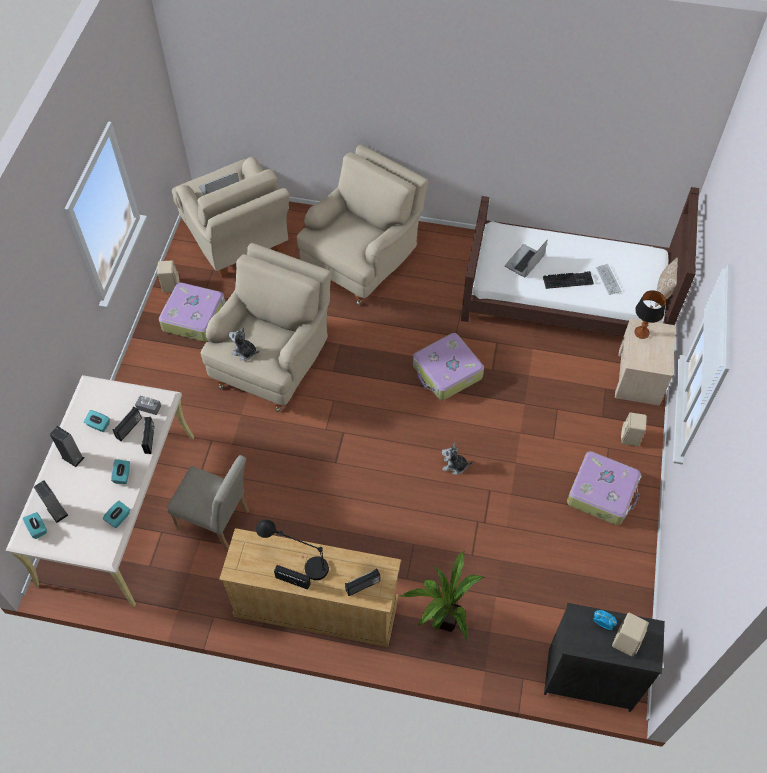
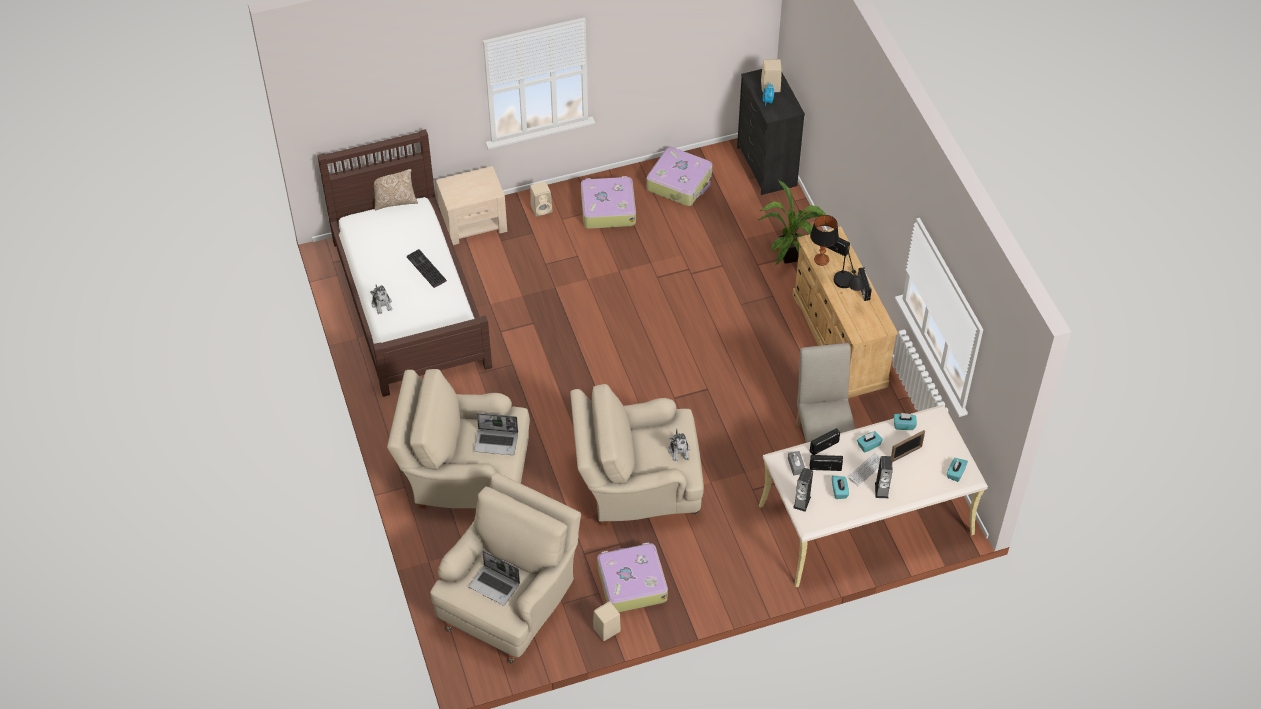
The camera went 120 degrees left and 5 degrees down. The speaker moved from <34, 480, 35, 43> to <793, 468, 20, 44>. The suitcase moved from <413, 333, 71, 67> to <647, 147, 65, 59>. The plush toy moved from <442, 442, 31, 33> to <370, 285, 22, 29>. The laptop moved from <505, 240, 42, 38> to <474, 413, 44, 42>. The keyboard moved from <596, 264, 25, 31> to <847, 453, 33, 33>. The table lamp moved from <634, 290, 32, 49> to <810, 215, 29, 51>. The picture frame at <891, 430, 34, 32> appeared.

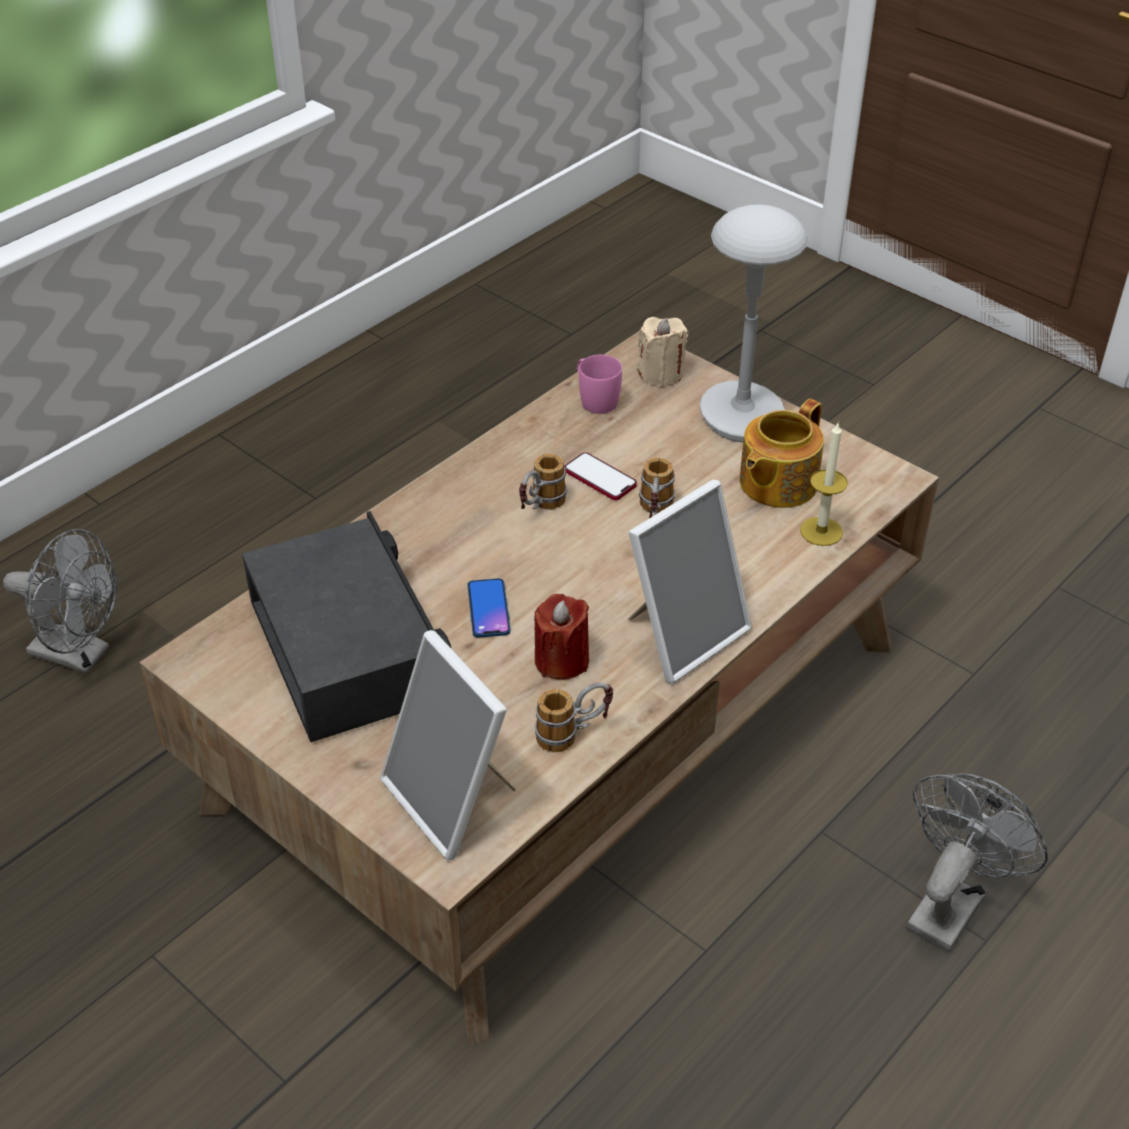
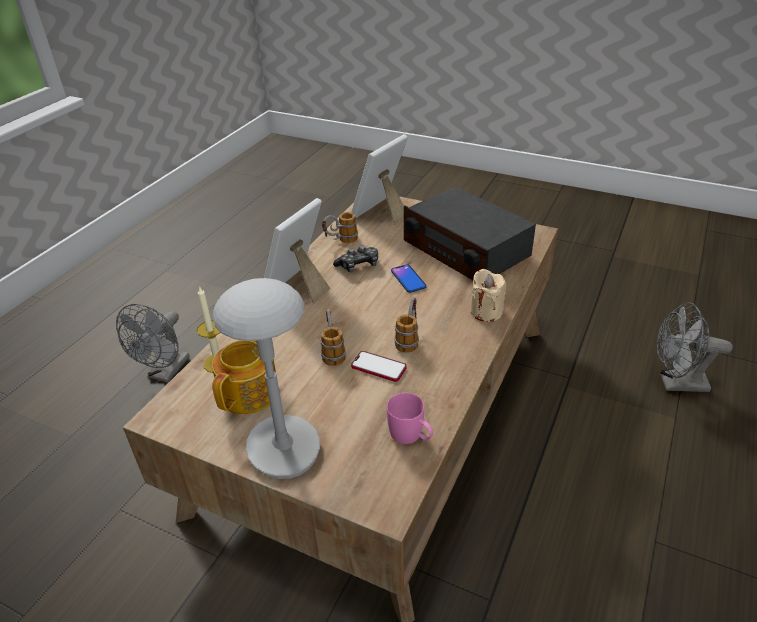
The camera went 165 degrees right and 5 degrees down. The picture frame at <380, 630, 135, 230> turned 90 degrees counterclockwise. The red candle at <534, 594, 55, 86> was replaced by the game controller at <333, 245, 45, 27>. The beige candle moved from <637, 317, 51, 70> to <471, 269, 35, 53>.

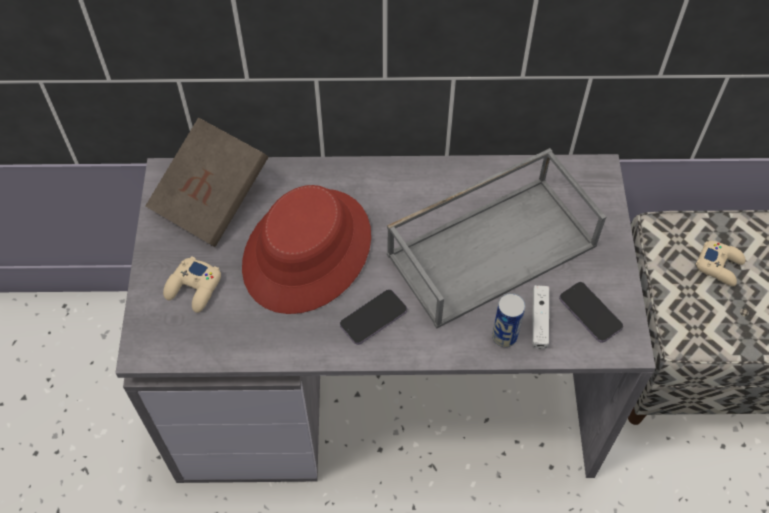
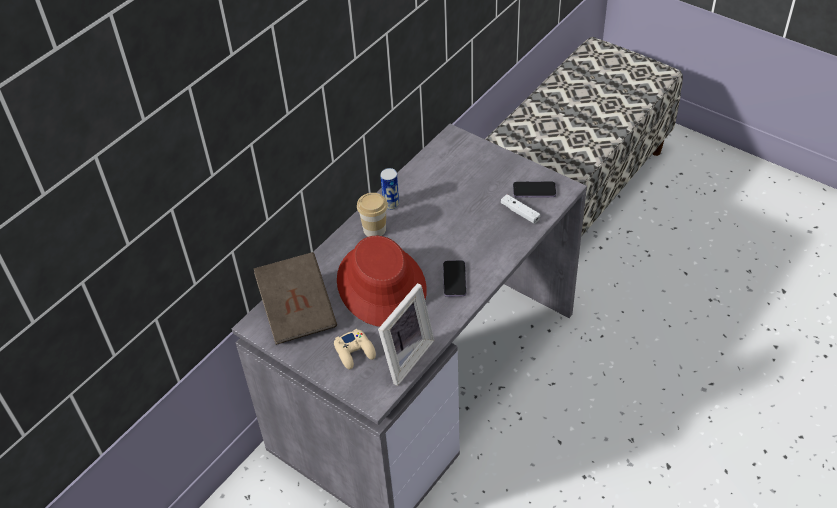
The camera went 50 degrees left and 10 degrees down. The grey tray at <387, 148, 219, 181> disappeared. The can moved from <492, 293, 33, 54> to <380, 168, 19, 42>. The beige game controller at <696, 241, 49, 45> disappeared. The cup at <357, 193, 31, 44> appeared. The picture frame at <378, 283, 56, 103> appeared.

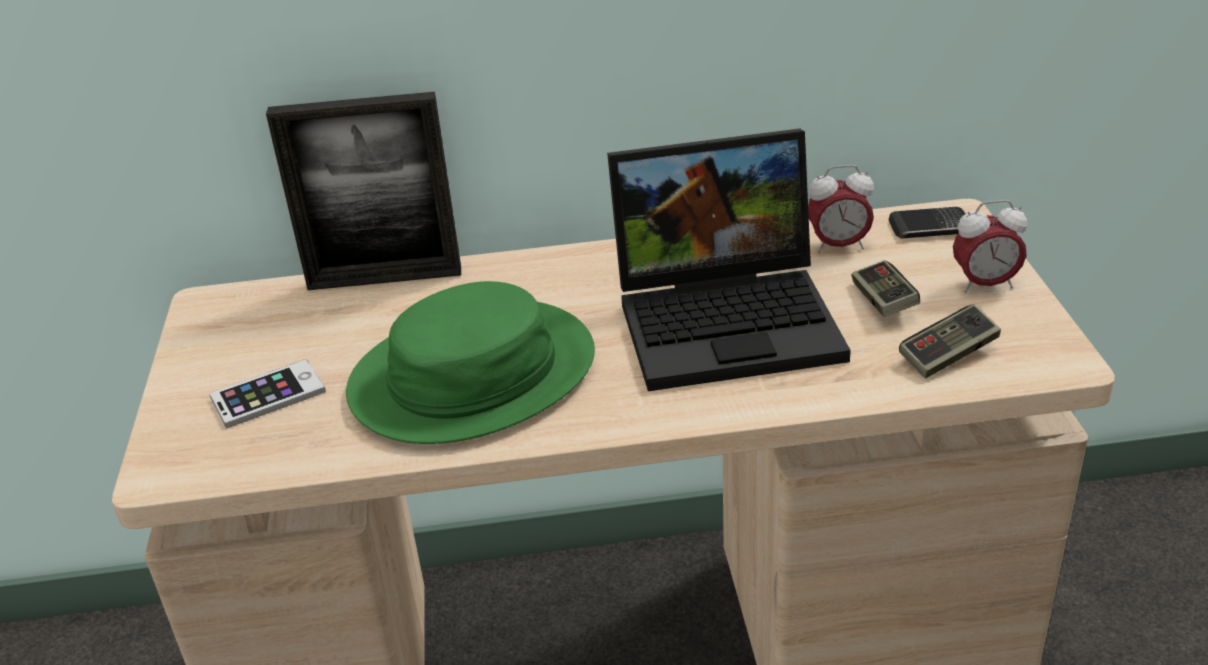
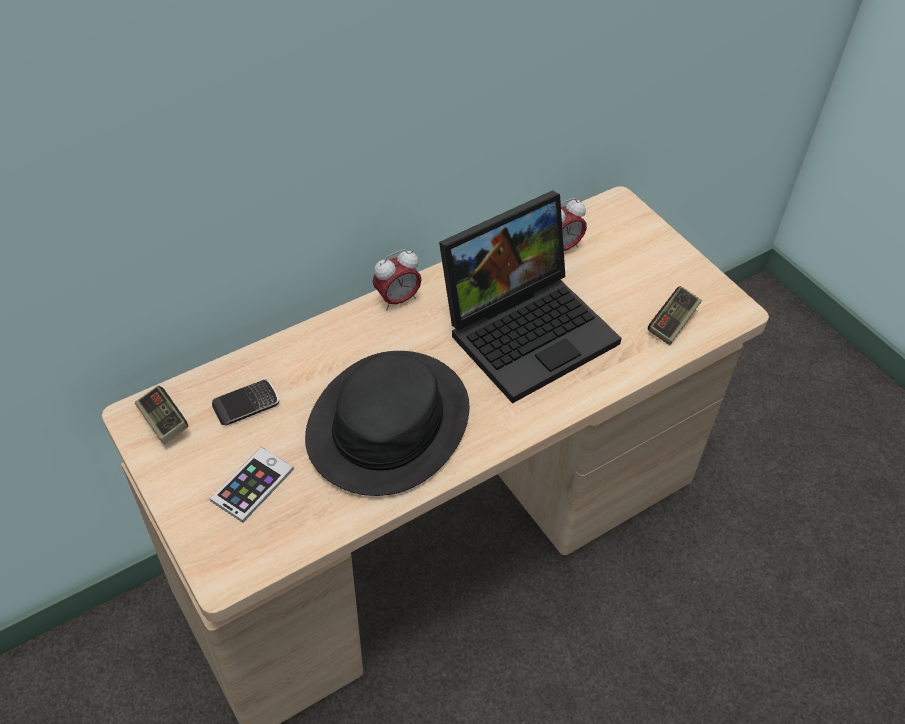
The camera went 30 degrees left and 15 degrees up. The picture frame at <266, 92, 195, 198> disappeared. The green hat at <346, 281, 249, 163> became the black hat at <305, 351, 164, 145>. The game controller moved from <851, 260, 69, 57> to <135, 386, 54, 58>. The phone moved from <889, 207, 77, 32> to <212, 379, 67, 47>. The alarm clock moved from <953, 200, 74, 93> to <373, 249, 49, 61>.

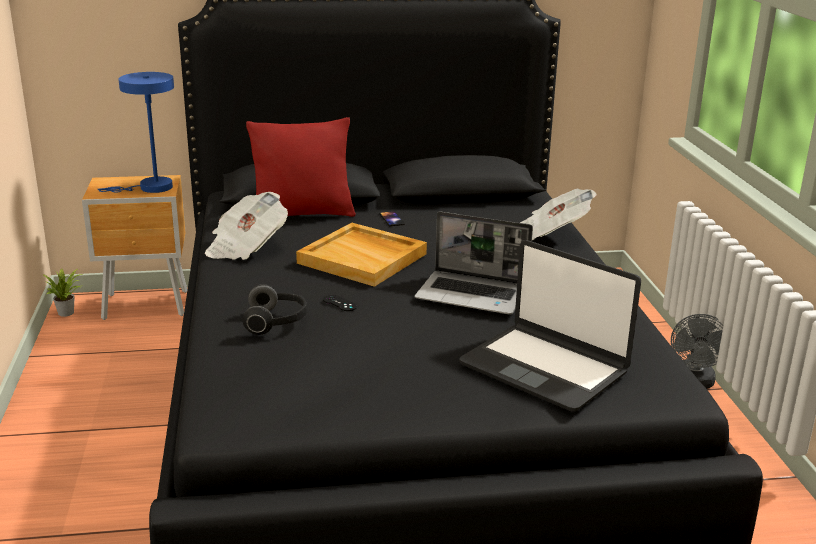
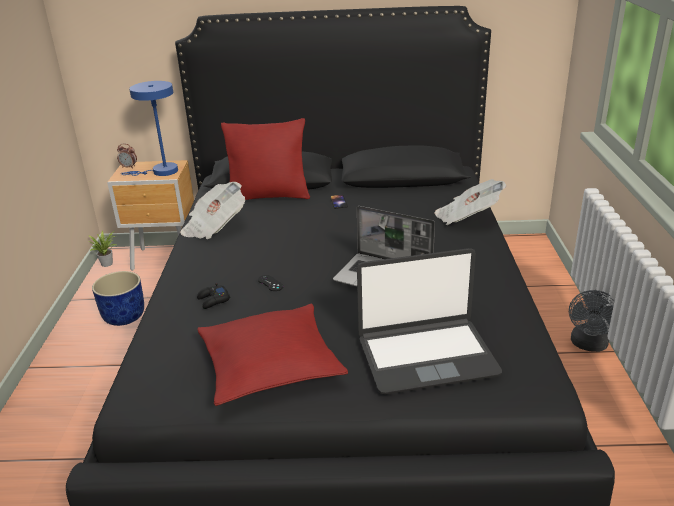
The camera went 10 degrees right and 5 degrees up. The headphones at <242, 284, 65, 51> was replaced by the black game controller at <197, 283, 33, 26>. The beige tray at <296, 223, 131, 64> disappeared. The laptop at <459, 240, 182, 171> turned 60 degrees counterclockwise. The blue planter at <92, 271, 52, 55> appeared. The alarm clock at <117, 144, 20, 25> appeared. The red pillow at <198, 303, 150, 103> appeared.

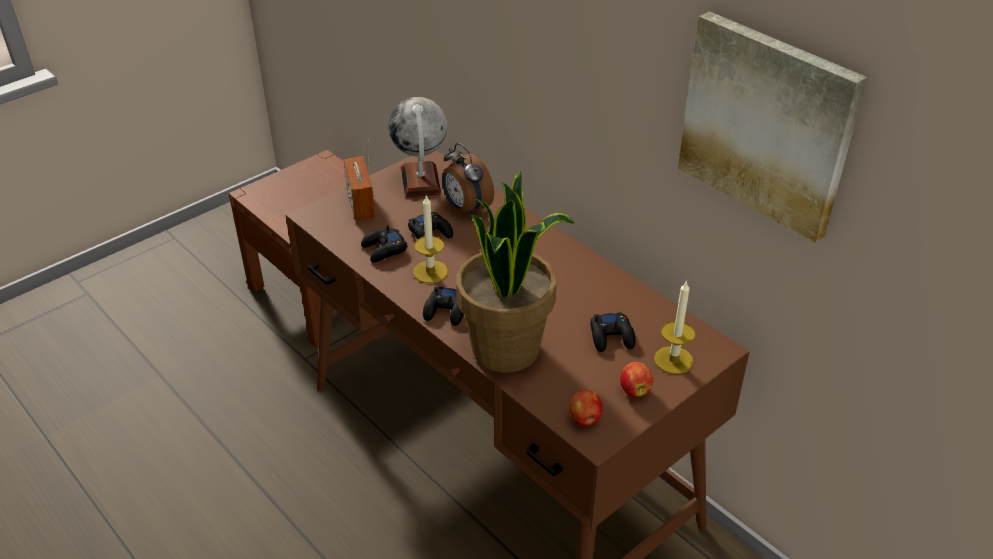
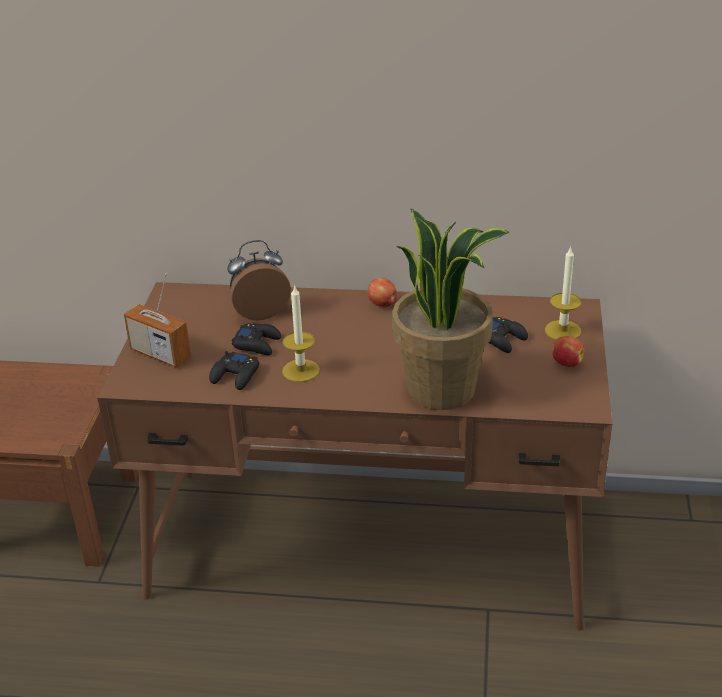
The camera went 40 degrees left and 5 degrees down. The globe at <389, 97, 58, 101> disappeared. The black game controller at <423, 286, 41, 40> disappeared. The alarm clock at <442, 143, 52, 72> turned 150 degrees clockwise. The apple moved from <569, 389, 34, 37> to <368, 278, 29, 29>. The picture at <678, 11, 189, 232> disappeared.

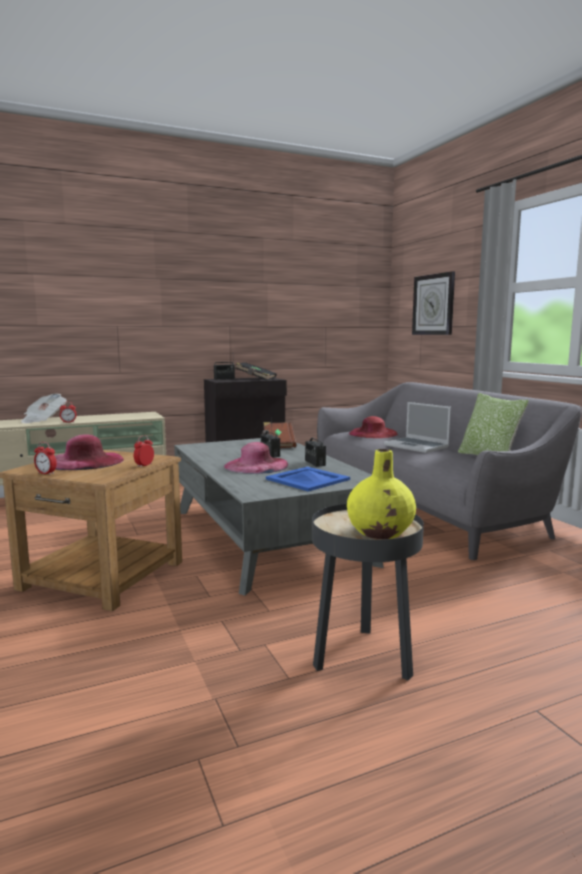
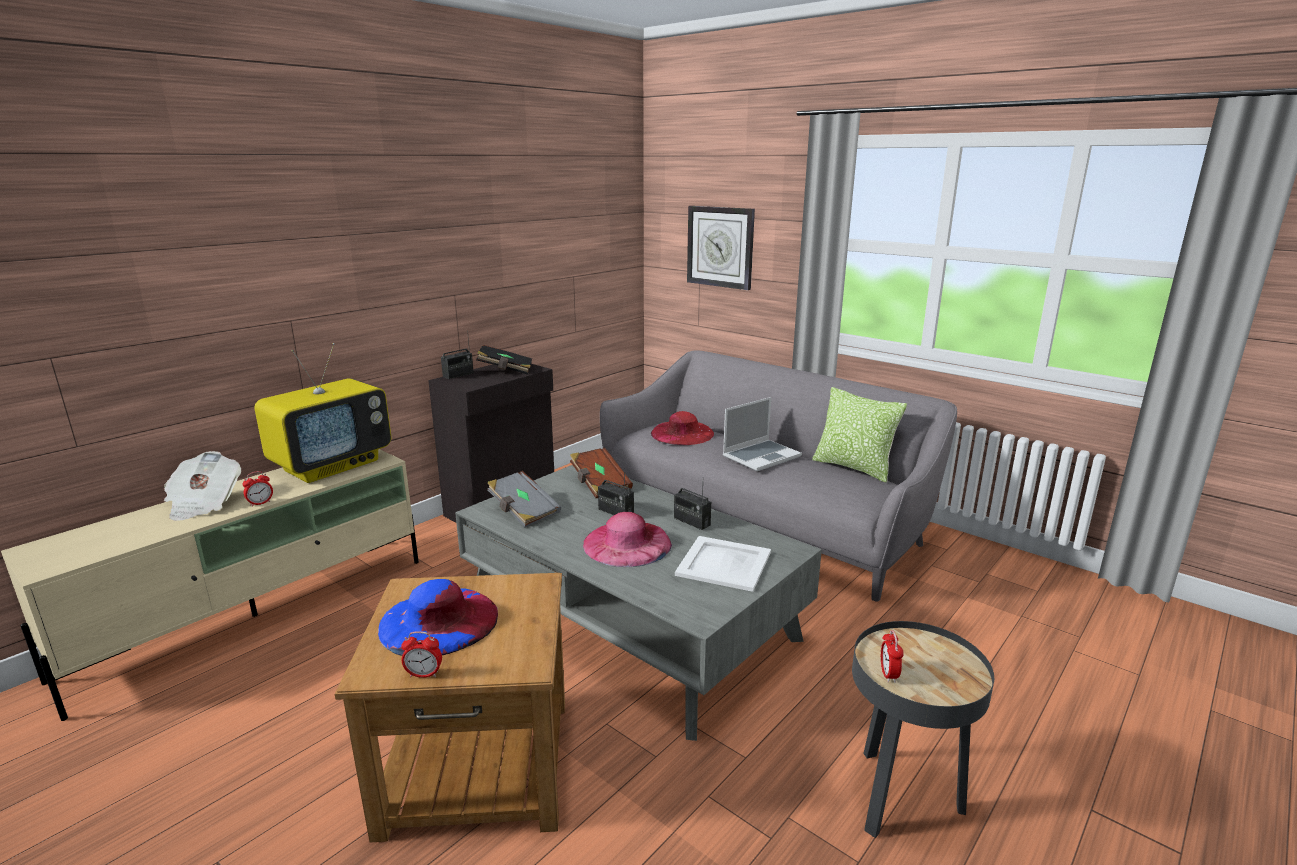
The camera went 25 degrees left and 10 degrees up. The pink hat at <55, 434, 69, 36> became the blue hat at <378, 579, 120, 77>. The alarm clock moved from <134, 436, 20, 31> to <881, 630, 23, 53>. The blue tray at <266, 467, 84, 25> became the white tray at <675, 536, 96, 56>. The yellow vase at <347, 449, 69, 90> disappeared. The laptop at <384, 402, 67, 51> turned 60 degrees counterclockwise. The television at <254, 343, 137, 140> appeared. The grey book at <487, 471, 74, 57> appeared.

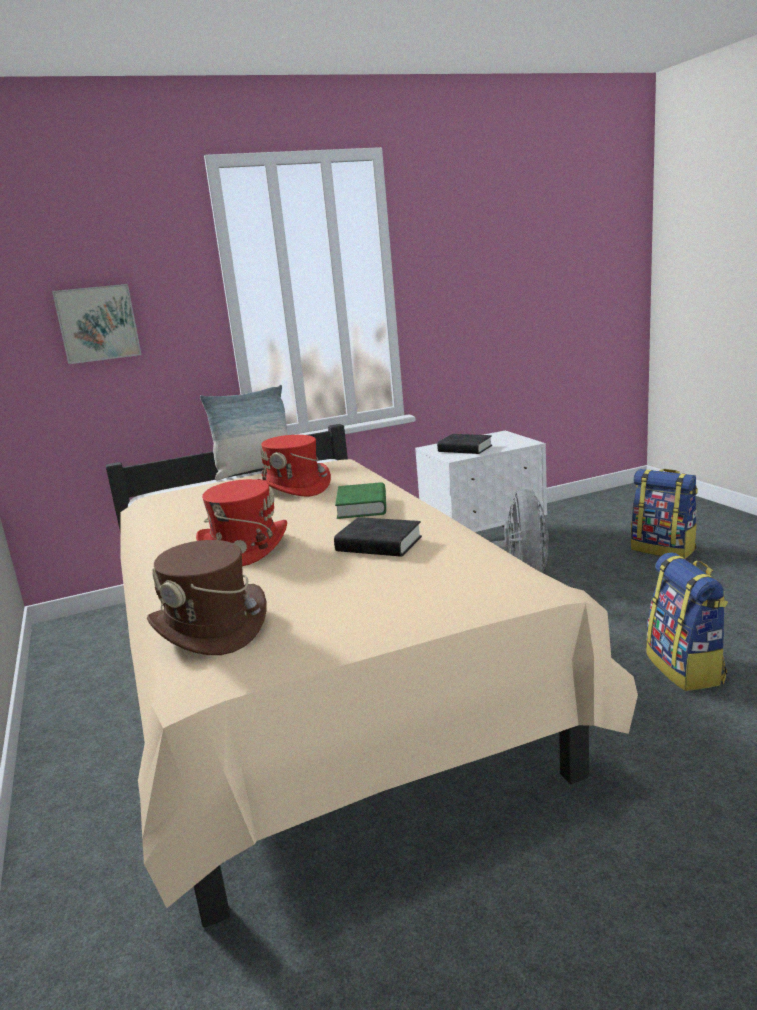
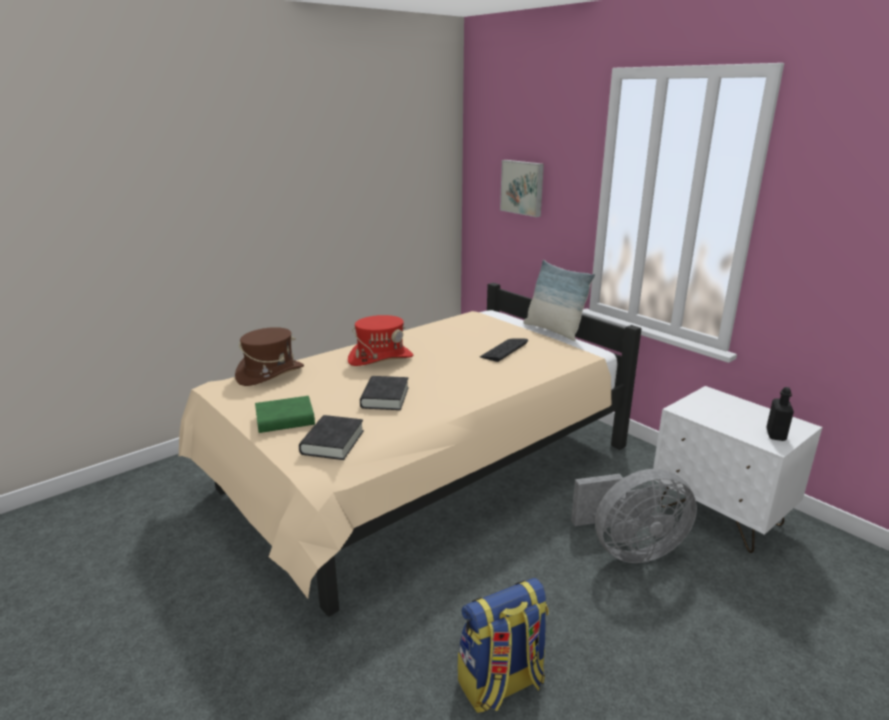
The camera went 70 degrees right and 5 degrees up. The red hat at <257, 435, 74, 61> was replaced by the keyboard at <480, 338, 48, 24>. The green book moved from <335, 482, 51, 37> to <255, 396, 60, 37>. The black book moved from <437, 434, 55, 20> to <299, 415, 65, 45>. The backpack at <631, 469, 67, 89> disappeared. The black bottle at <766, 387, 28, 54> appeared.

